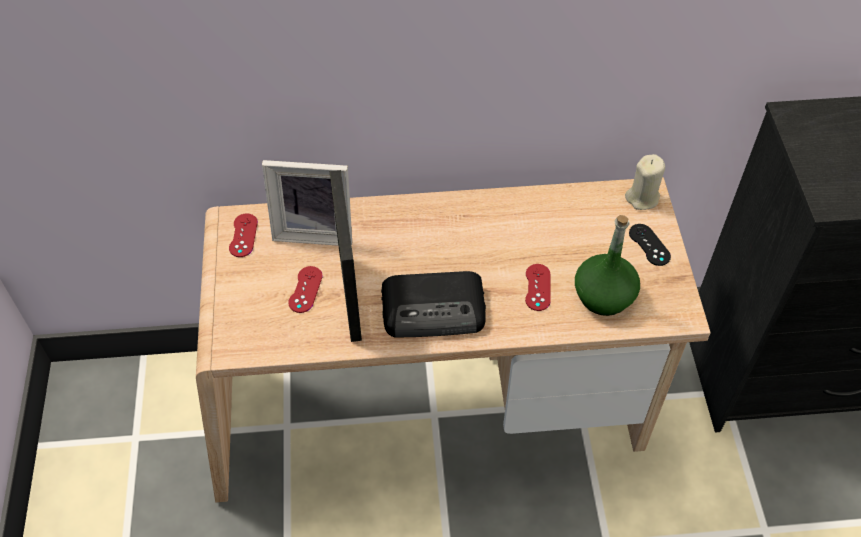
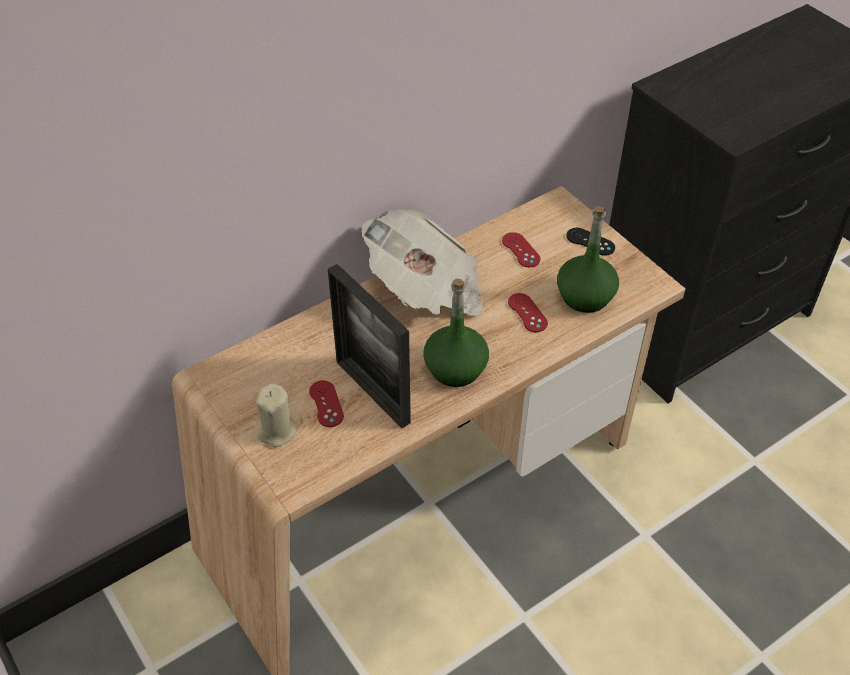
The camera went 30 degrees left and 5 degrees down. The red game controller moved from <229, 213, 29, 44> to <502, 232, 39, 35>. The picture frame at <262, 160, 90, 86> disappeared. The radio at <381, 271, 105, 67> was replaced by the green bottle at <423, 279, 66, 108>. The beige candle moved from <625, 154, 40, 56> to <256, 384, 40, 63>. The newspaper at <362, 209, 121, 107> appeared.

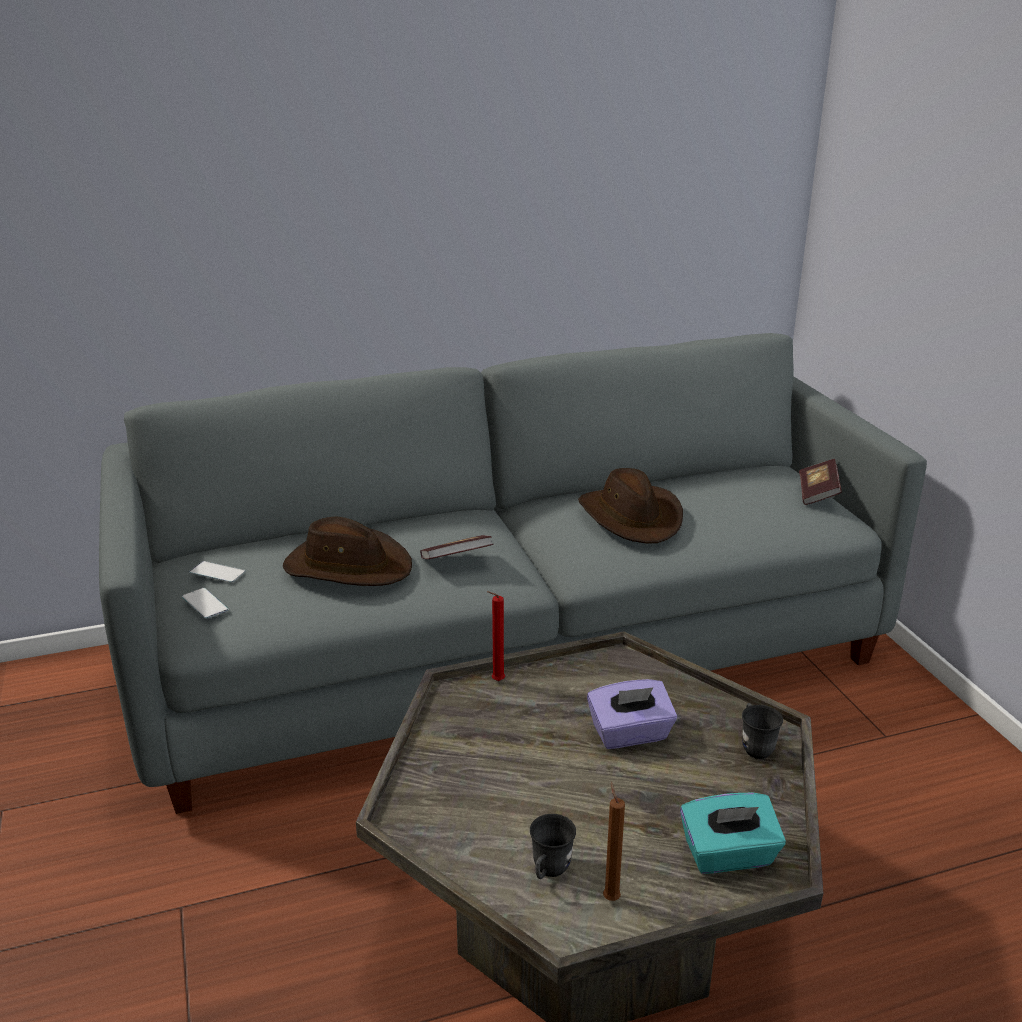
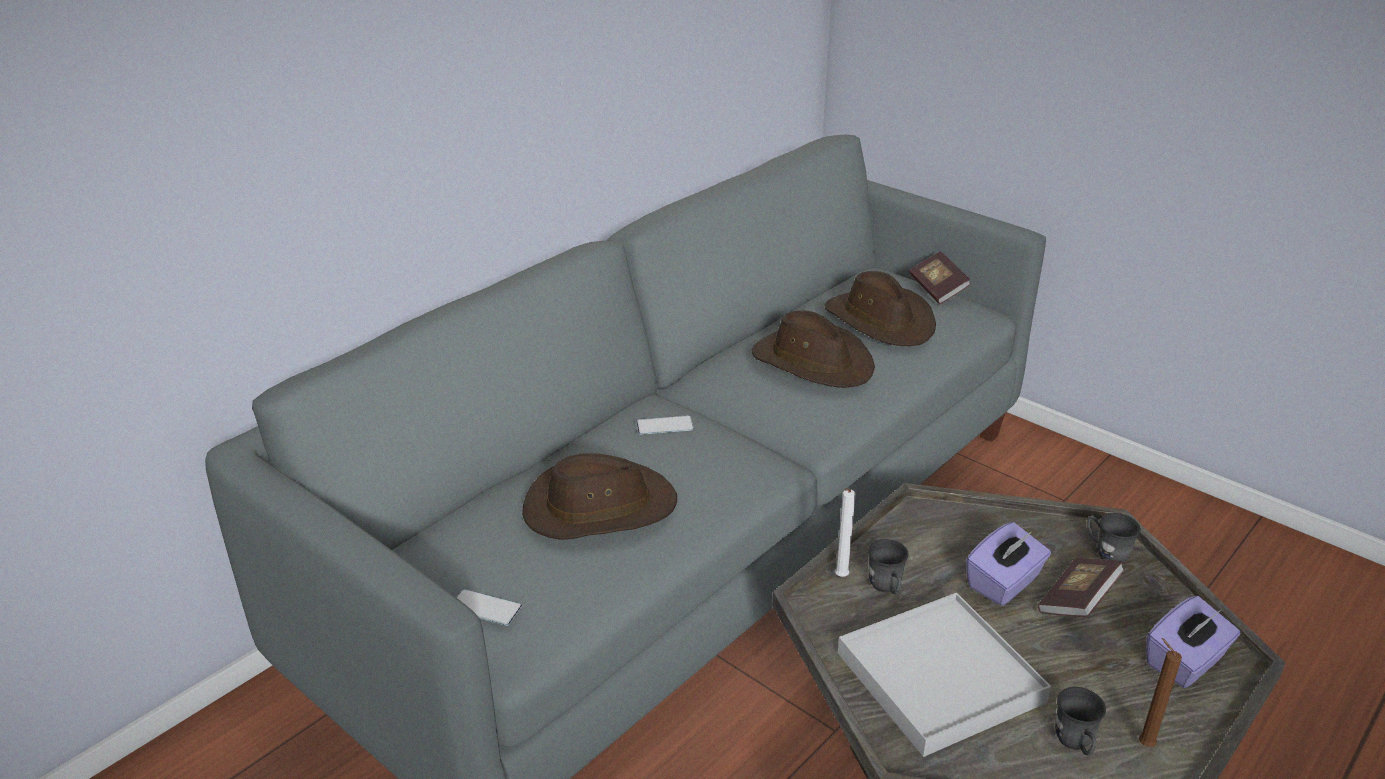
The camera went 30 degrees left and 5 degrees up. The phone moved from <189, 561, 57, 22> to <636, 415, 58, 20>. The book moved from <420, 535, 74, 24> to <1038, 558, 87, 59>. The red candle at <487, 591, 18, 90> became the white candle at <835, 489, 21, 88>. The turquoise tissue box at <680, 793, 106, 81> became the purple tissue box at <1146, 596, 94, 92>. The brown hat at <825, 271, 111, 75> appeared. The white tray at <838, 593, 213, 164> appeared. The grey mug at <868, 539, 40, 55> appeared.

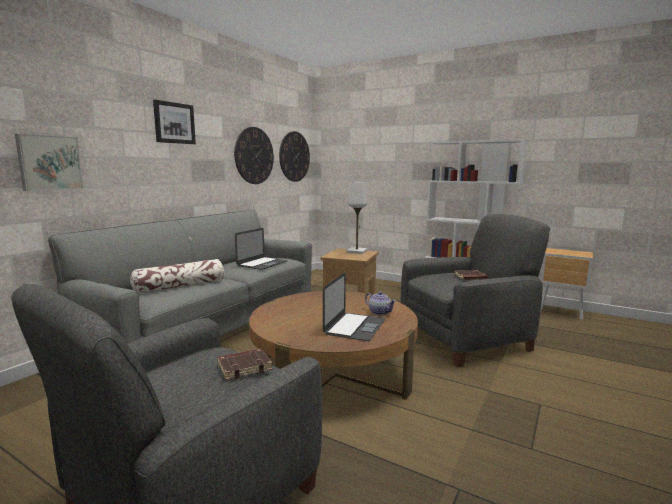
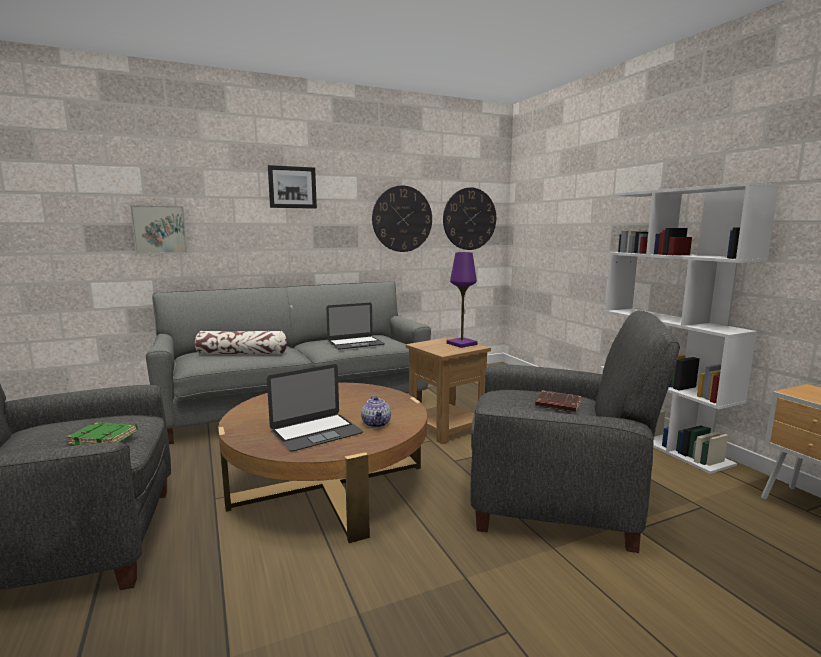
The camera went 35 degrees right and 0 degrees up. The brown book at <217, 348, 55, 32> became the green book at <66, 422, 72, 23>. The white table lamp at <347, 182, 21, 72> became the purple table lamp at <447, 252, 31, 96>.

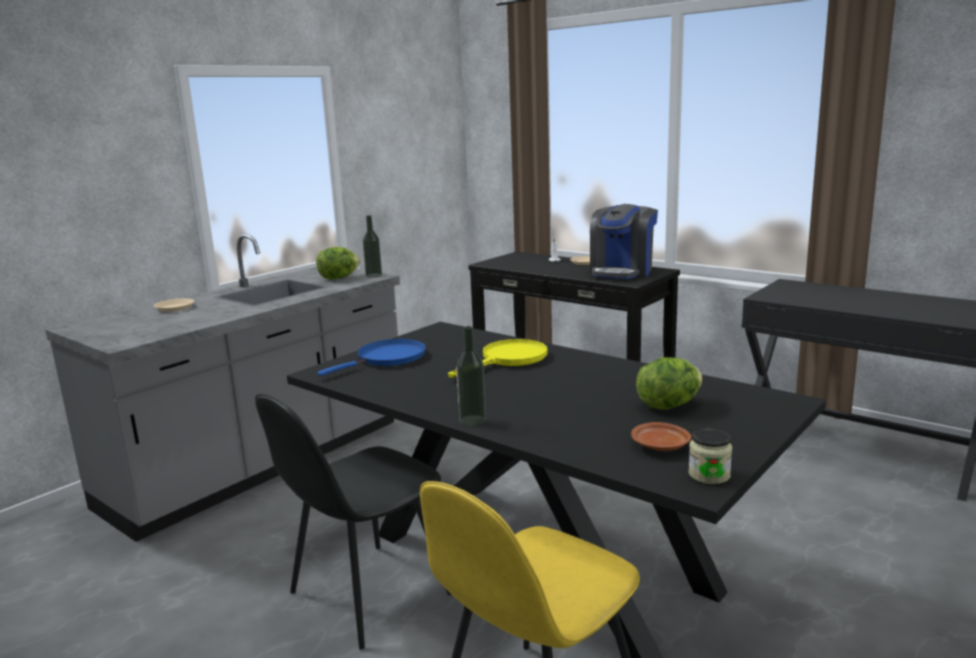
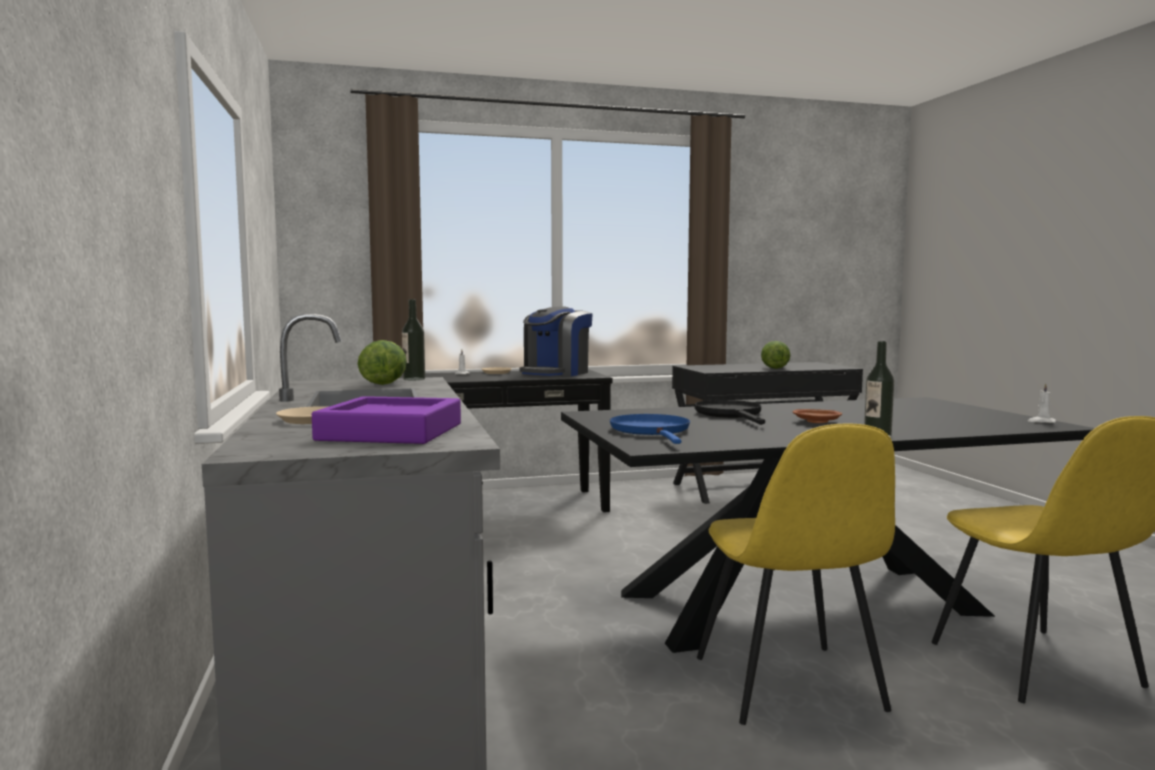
The camera went 55 degrees left and 10 degrees down. The black chair at <255, 394, 196, 256> became the yellow chair at <697, 424, 198, 301>. The yellow frying pan at <448, 339, 100, 39> became the black frying pan at <695, 400, 70, 25>. The coffee machine at <590, 204, 68, 75> turned 60 degrees clockwise. The brown plate moved from <631, 422, 60, 29> to <793, 409, 49, 14>. The lettuce moved from <636, 357, 66, 53> to <761, 341, 30, 28>. The jar at <688, 428, 44, 56> was replaced by the white candle at <1028, 383, 28, 40>. The purple tray at <312, 396, 149, 48> appeared.

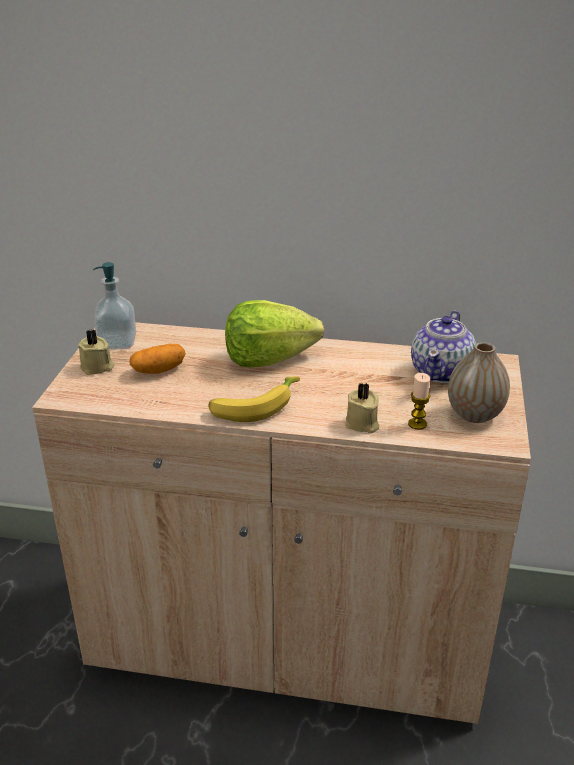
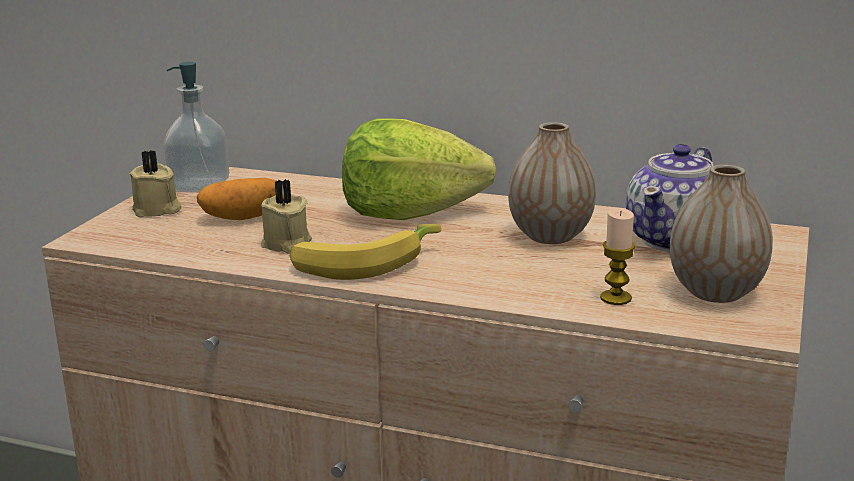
The camera went 10 degrees right and 10 degrees down. The beige candle moved from <345, 383, 34, 50> to <261, 179, 51, 75>. The vase at <508, 122, 88, 122> appeared.

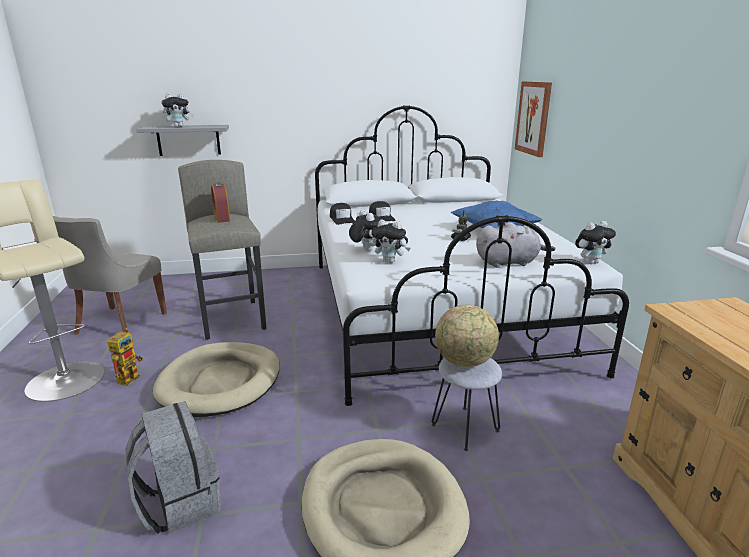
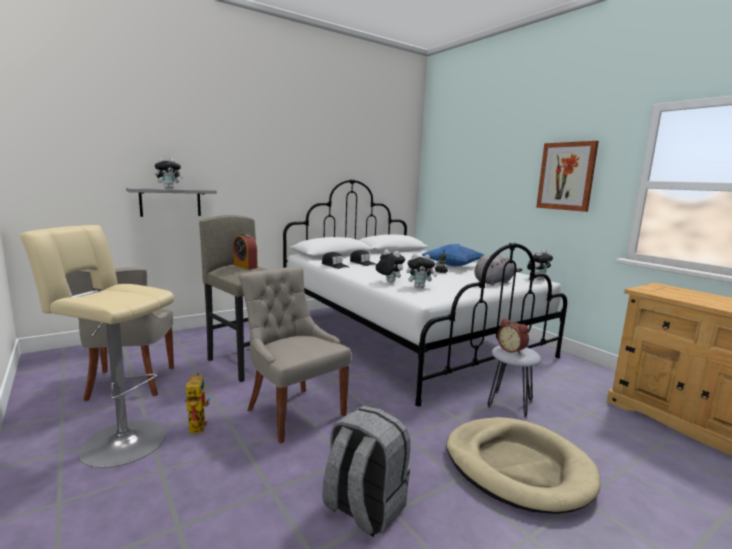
The camera went 25 degrees left and 10 degrees down. The beige dog bed at <153, 342, 127, 75> was replaced by the grey chair at <239, 267, 113, 177>. The globe at <435, 305, 64, 62> was replaced by the alarm clock at <497, 318, 32, 37>. The picture moved from <515, 81, 37, 76> to <536, 141, 63, 71>.

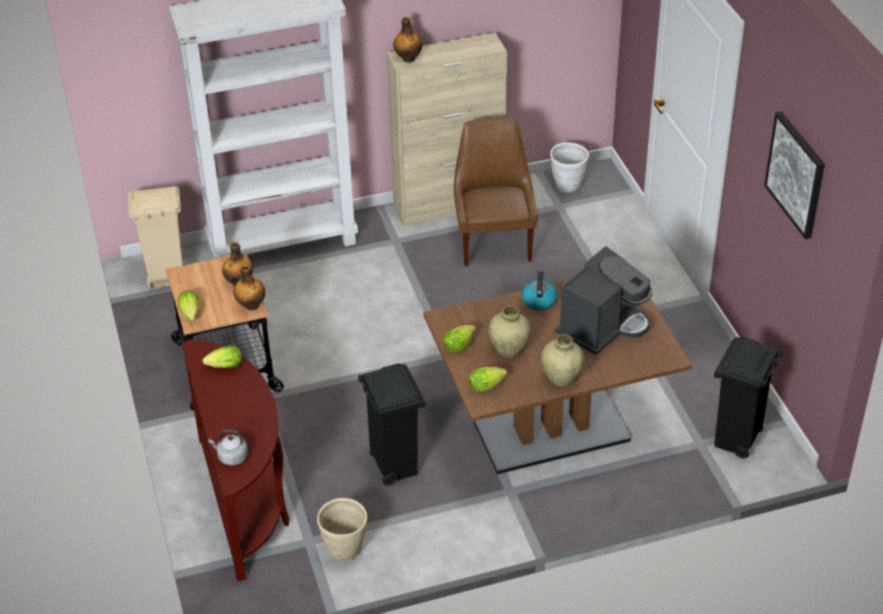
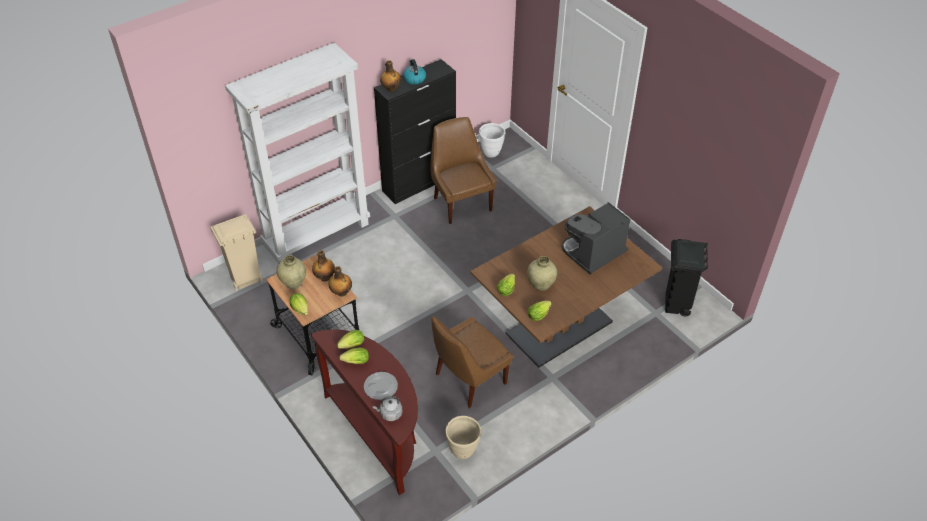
The camera went 20 degrees left and 5 degrees up. The black trash can at <358, 363, 68, 122> was replaced by the brown chair at <431, 316, 82, 92>. The beige cabinet at <387, 33, 120, 193> became the black cabinet at <374, 59, 82, 145>. The kettle moved from <522, 271, 36, 40> to <403, 59, 23, 26>. The beige vase moved from <541, 335, 44, 52> to <276, 255, 30, 34>. The coffee machine at <555, 246, 97, 109> turned 150 degrees counterclockwise. The picture at <764, 111, 61, 128> disappeared. The lettuce at <339, 348, 30, 16> appeared. The plate at <364, 372, 34, 28> appeared.

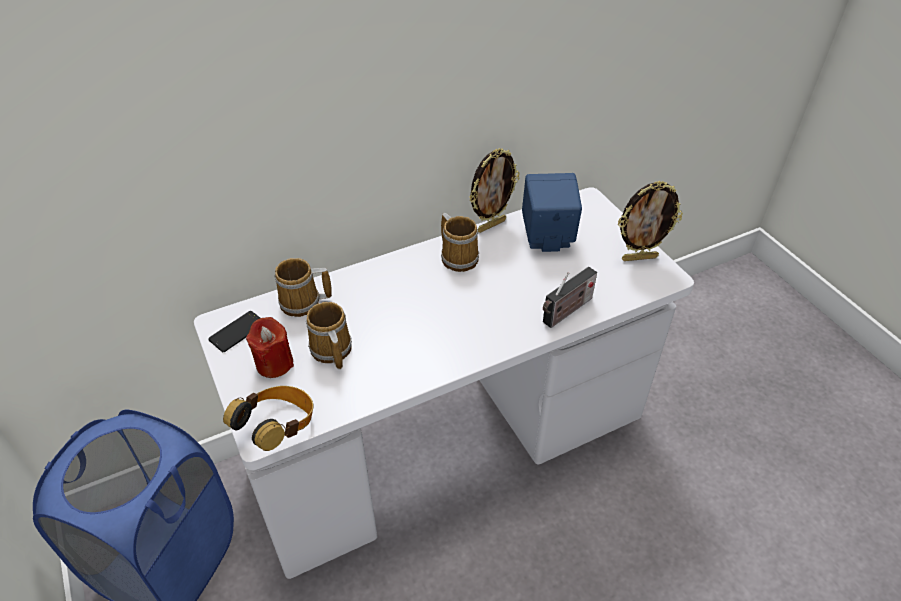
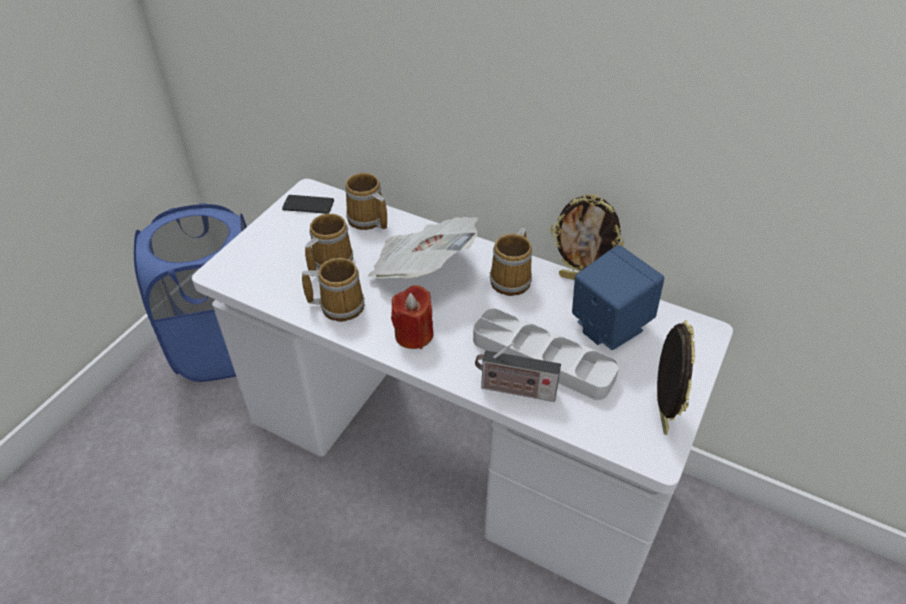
The camera went 55 degrees right and 0 degrees up. The headphones at <223, 386, 90, 65> disappeared. The red candle moved from <246, 317, 48, 61> to <391, 285, 42, 64>. The picture frame at <618, 181, 65, 80> turned 135 degrees counterclockwise. The mug at <302, 258, 62, 64> appeared. The newspaper at <368, 217, 110, 62> appeared. The grey tray at <473, 308, 146, 92> appeared.

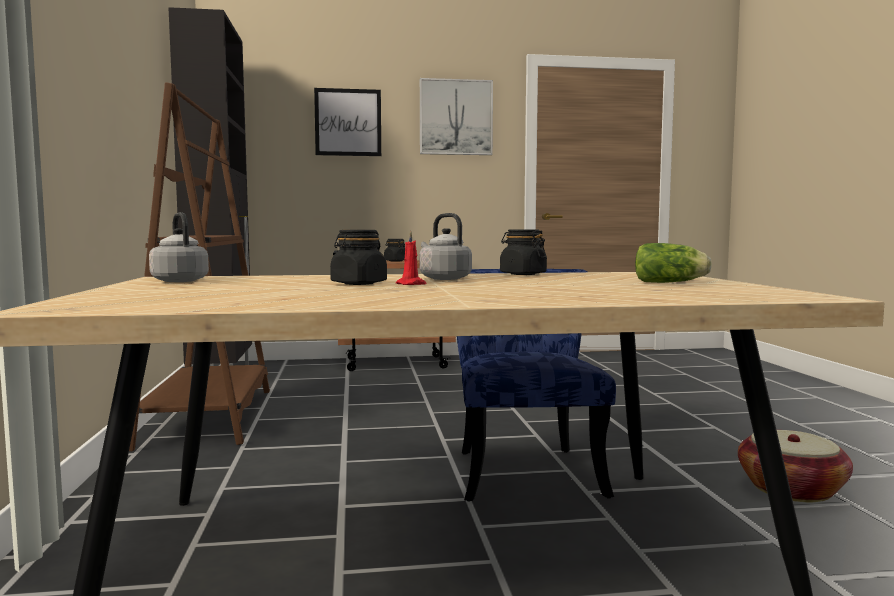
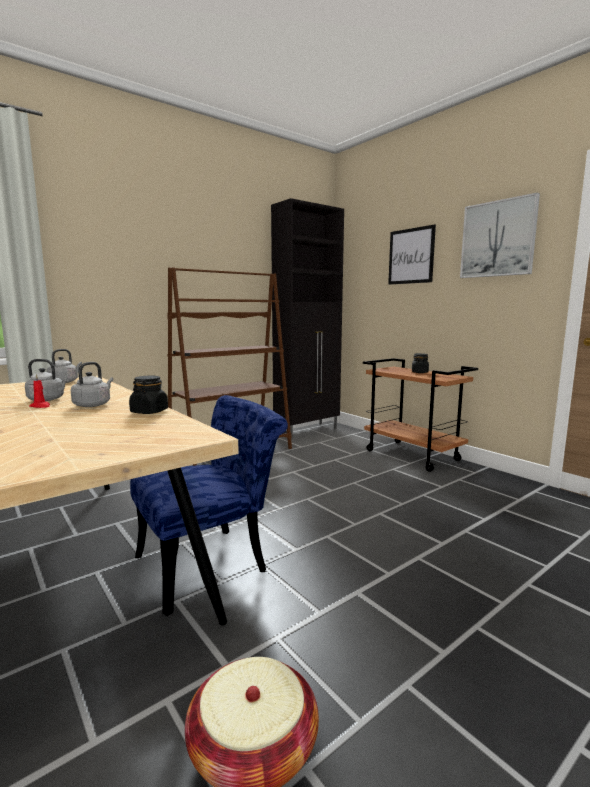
The camera went 60 degrees right and 5 degrees up. The black jar at <330, 230, 57, 55> was replaced by the grey kettle at <25, 359, 44, 42>. The lettuce at <635, 243, 77, 40> disappeared.

